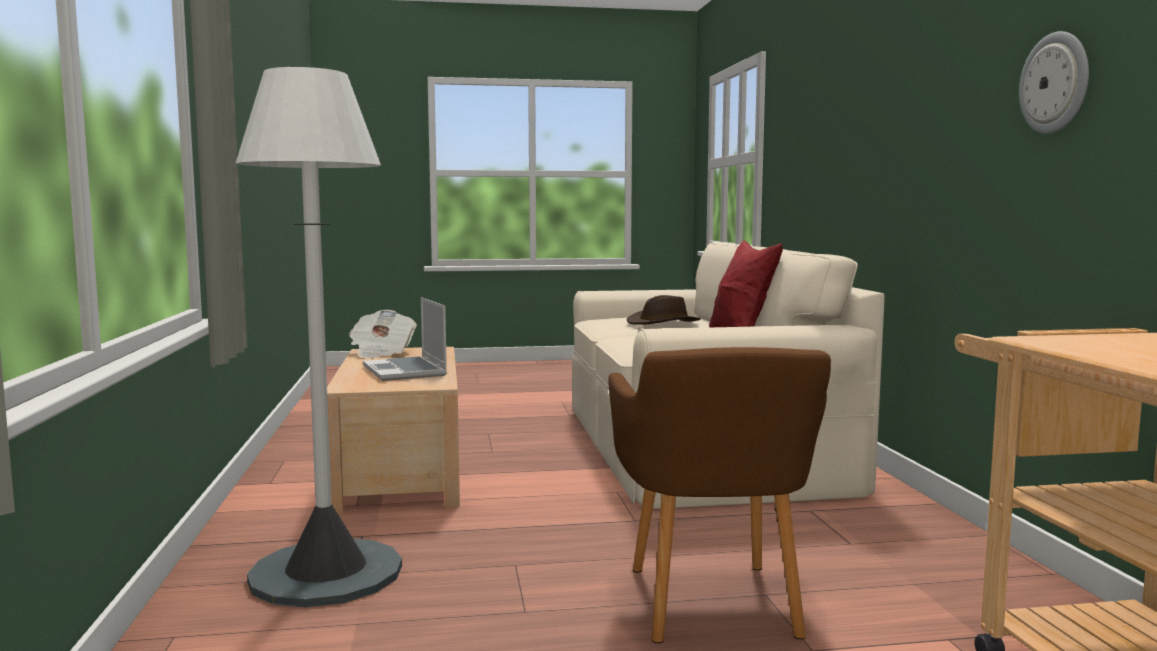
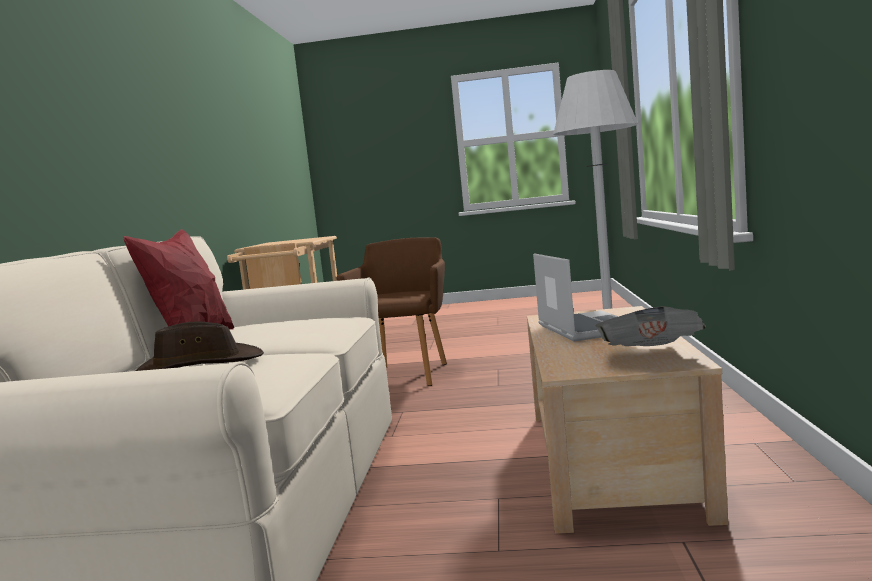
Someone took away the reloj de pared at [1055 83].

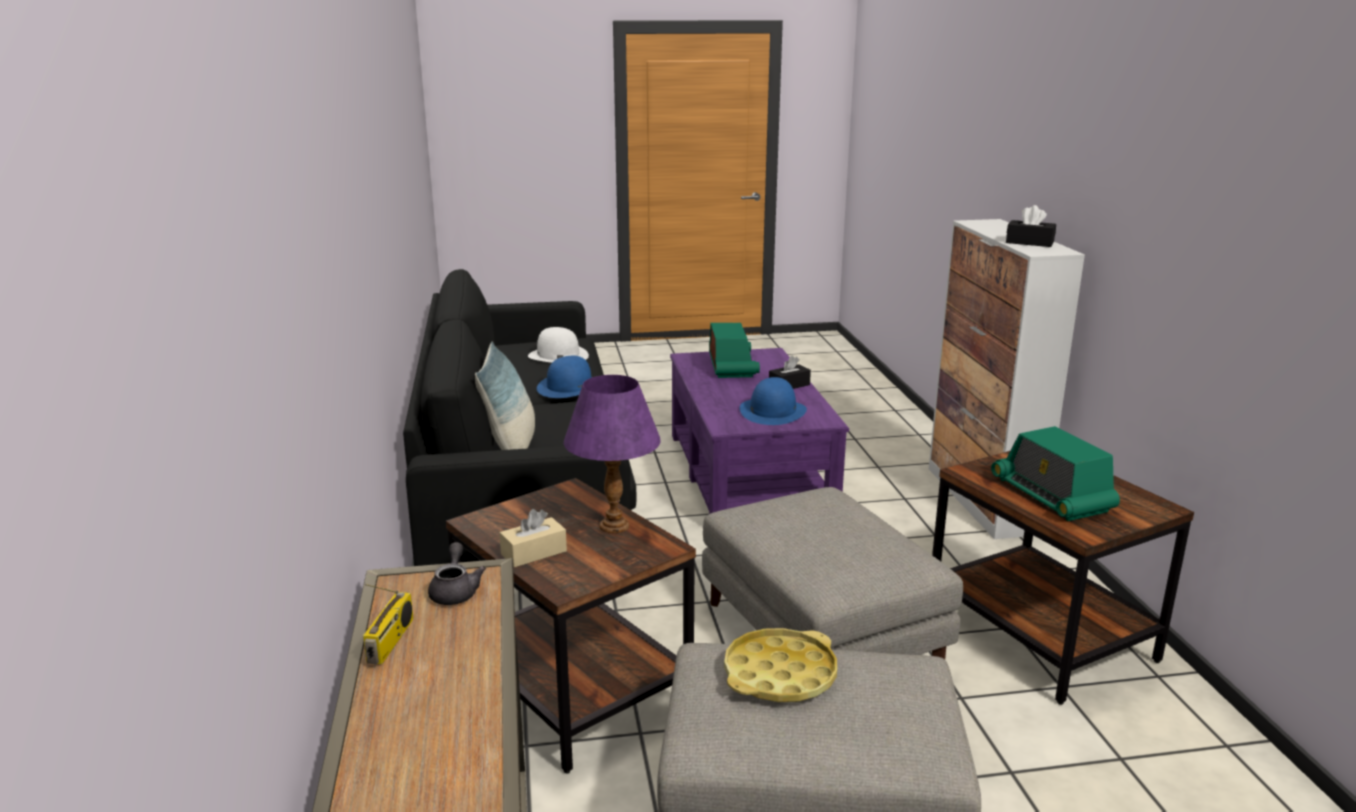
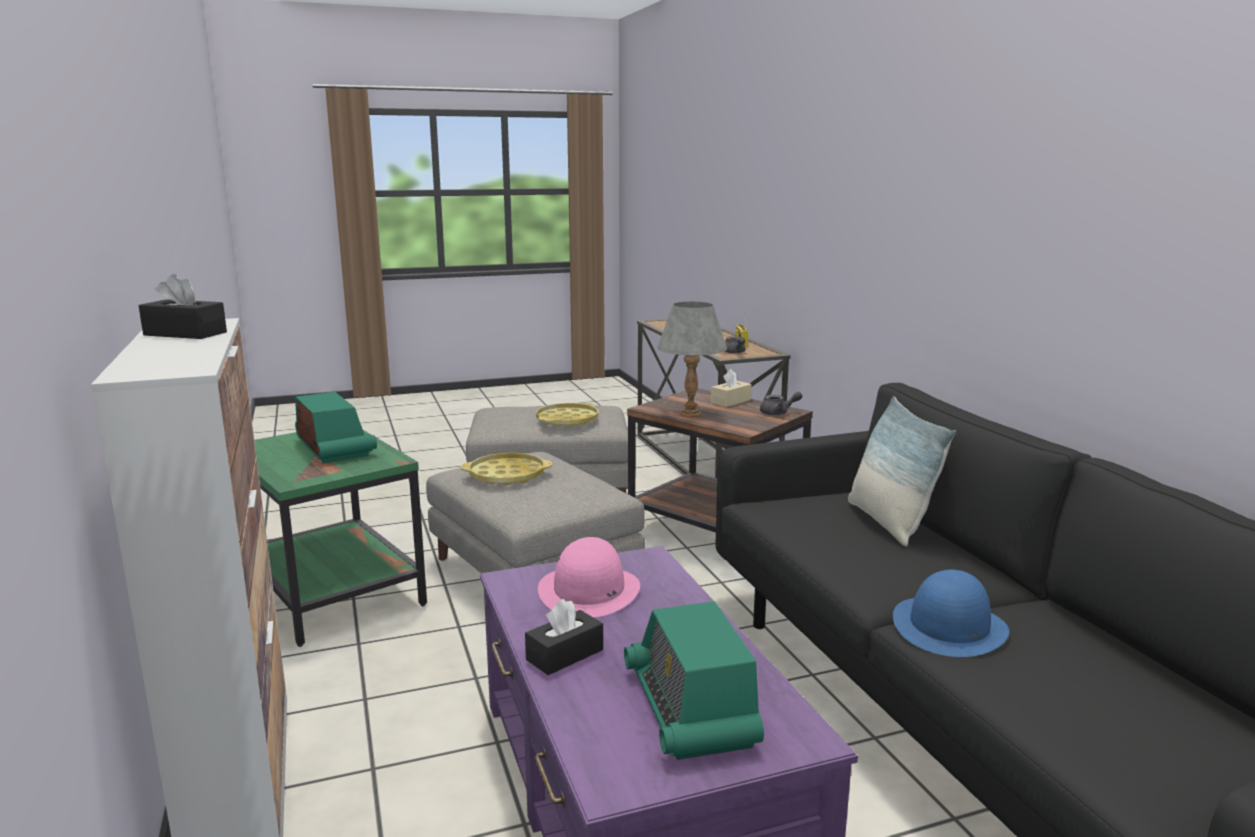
Someone took away the sombrero [blanco] at [558 356].
Someone repainted the lámpara de mesa [morado] at [615 526], which became the lámpara de mesa [gris] at [690 414].
Someone repainted the sombrero [azul] at [772 411], which became the sombrero [rosa] at [589 590].
Someone repainted the mesa auxiliar [marrón] at [1041 635], which became the mesa auxiliar [verde] at [331 594].
Someone put down the bandeja [amarillo] at [507 475].
Someone put down the tetera [gris] at [778 413].

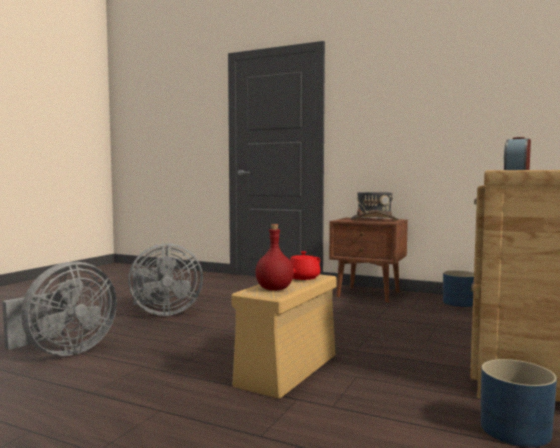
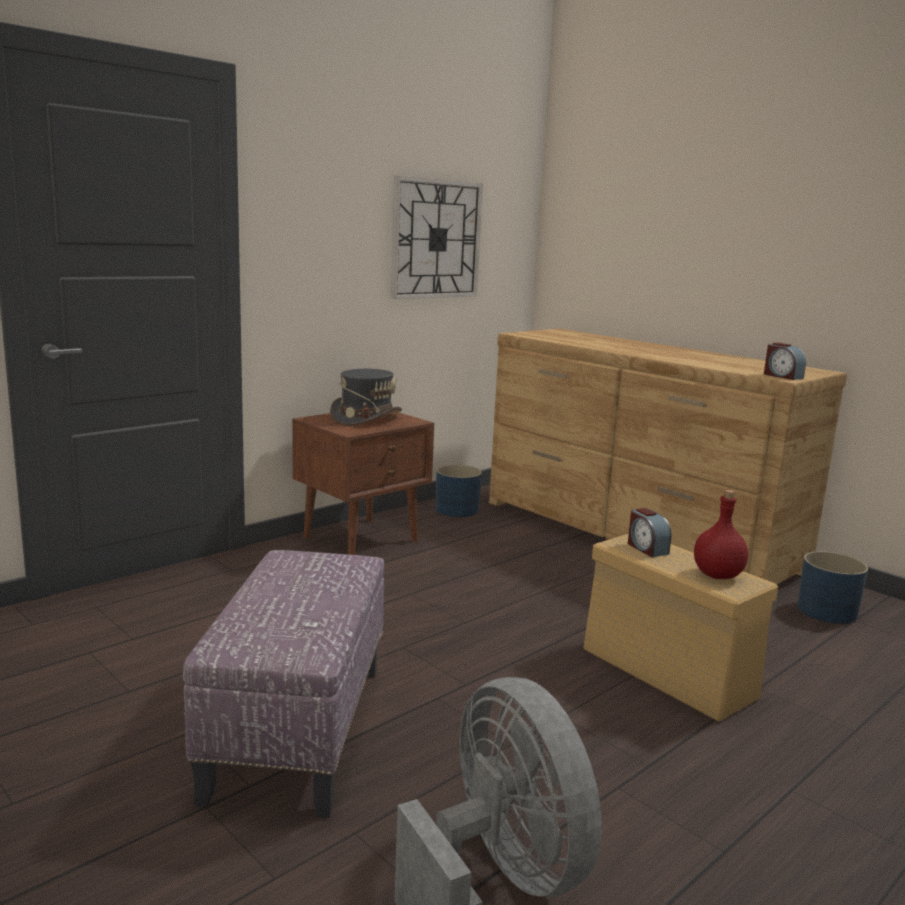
Someone swapped the ventilador [gris] at [163 313] for the puf at [296 728].
Someone swapped the tetera [rojo] at [302 278] for the despertador at [646 548].
Someone put up the reloj de pared at [436 239].

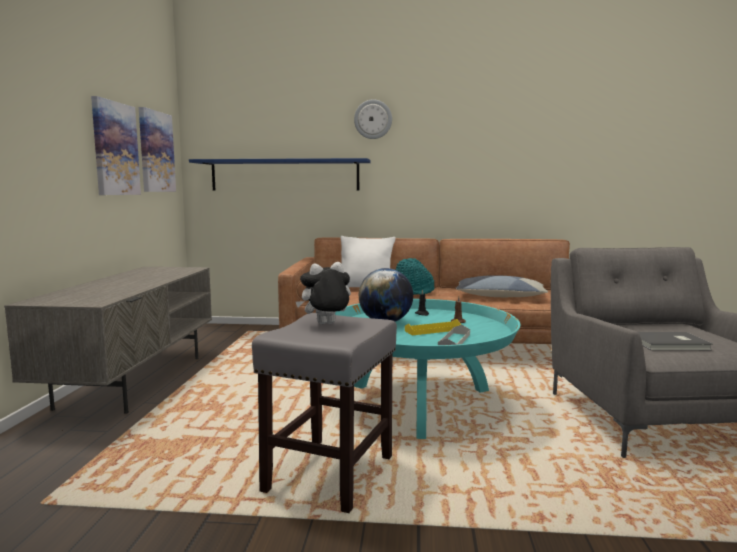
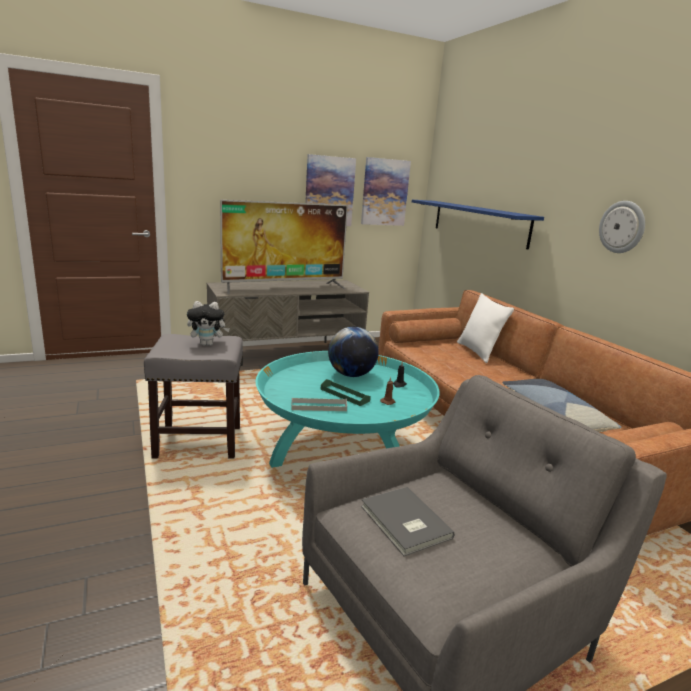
Someone rotated the peluche at [325 324] by 135 degrees clockwise.
Someone carried the reloj de pared from [373 119] to [622 227].
Someone took away the sombrero [turquesa] at [413 292].
Someone repainted the bandeja [amarillo] at [433 330], which became the bandeja [verde] at [344 395].
Someone put down the televisor at [284 287].

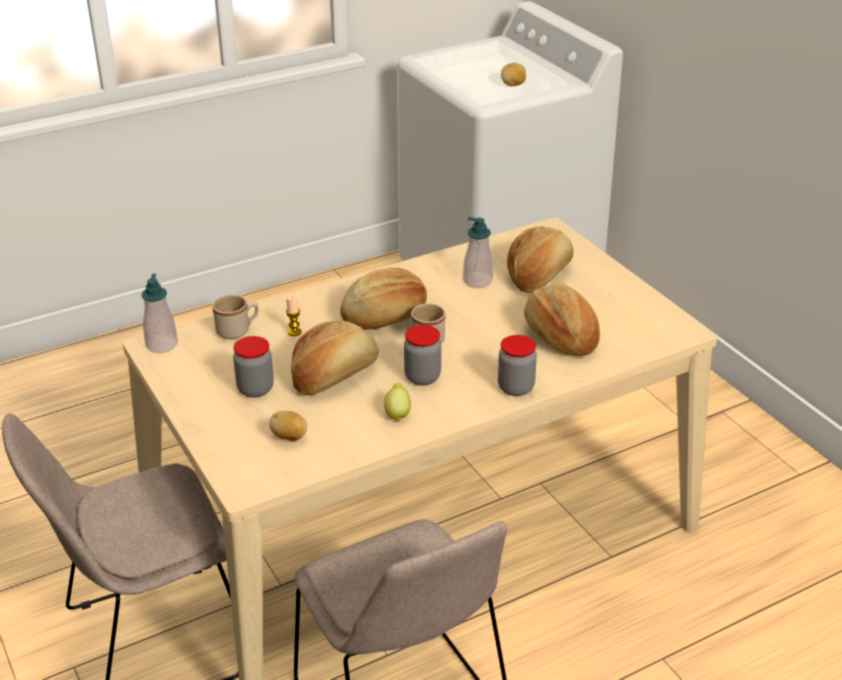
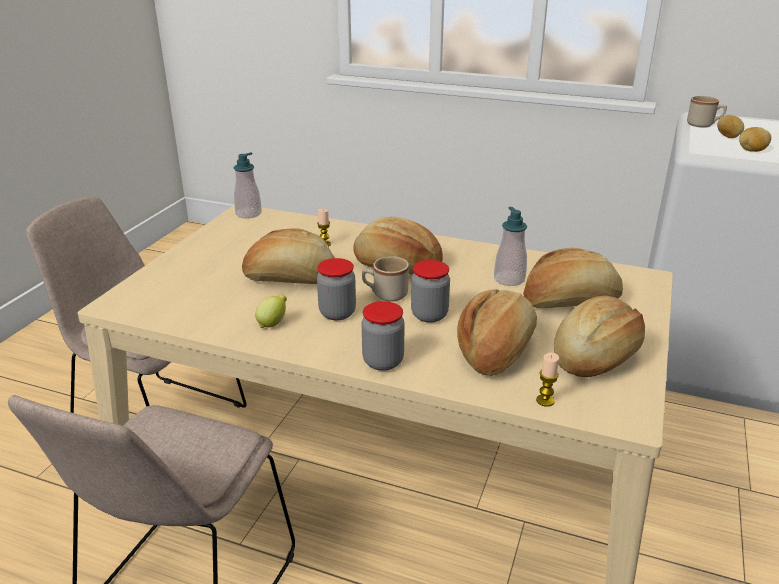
Someone carried the taza grande [beis] from [238 330] to [703 125].
Someone carried the tarro from [255 389] to [429 315].
Someone carried the patata from [289 437] to [728 137].
Someone put down the vela at [545 400].
Someone put down the pan at [595 355].

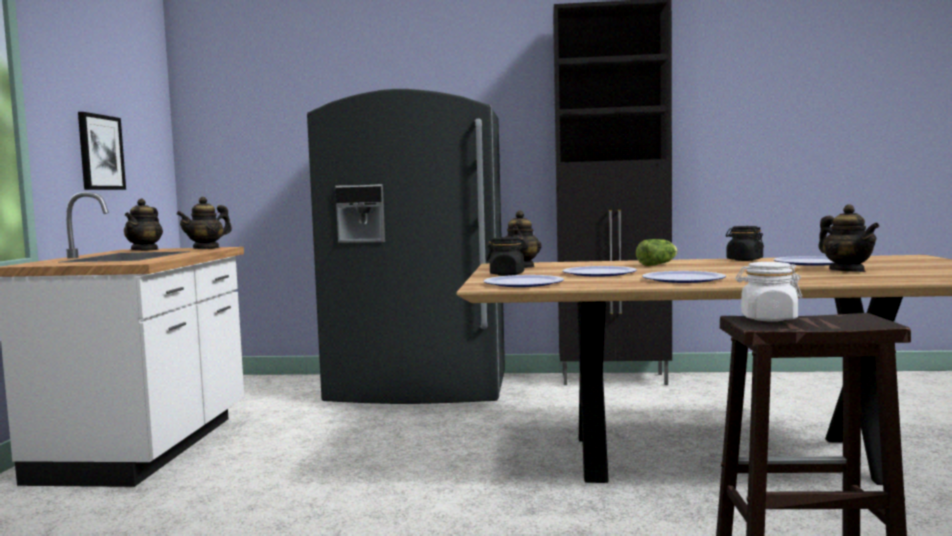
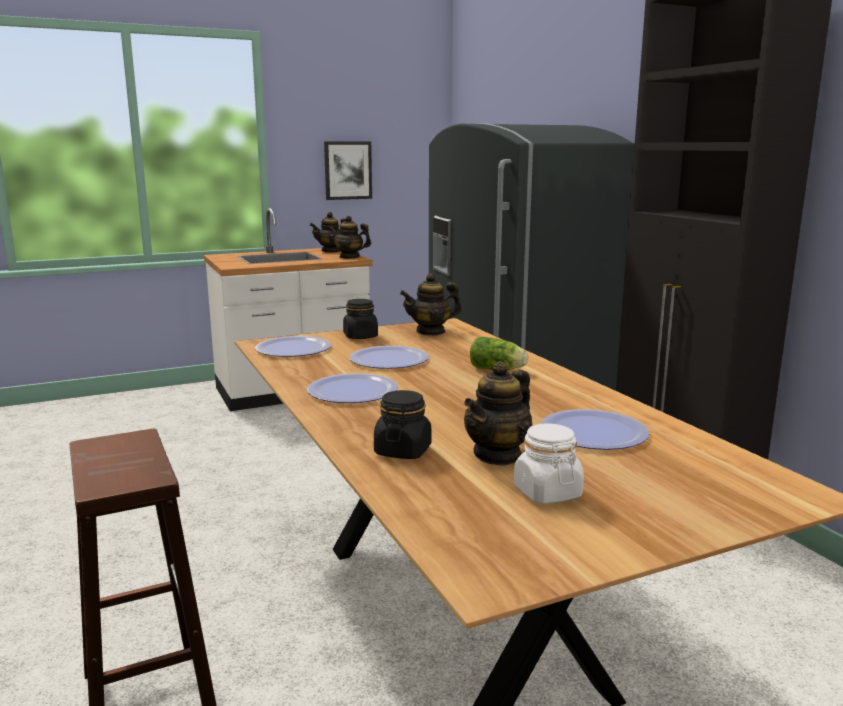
Someone carried the tarro [negro] from [744 260] to [403 451].
Someone carried the tarro [blanco] from [768 319] to [547 492].

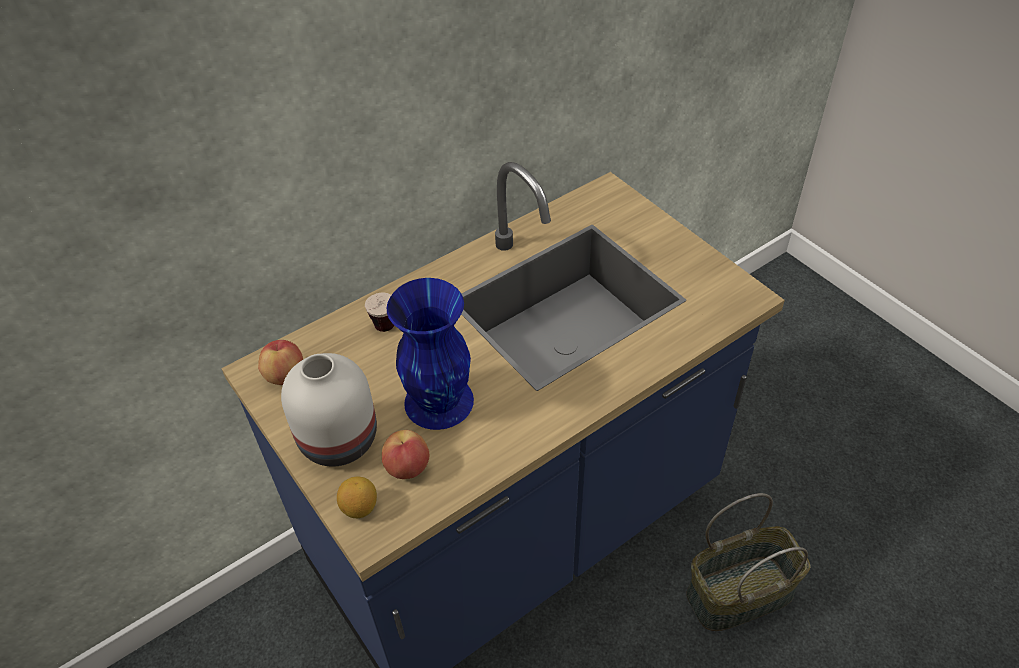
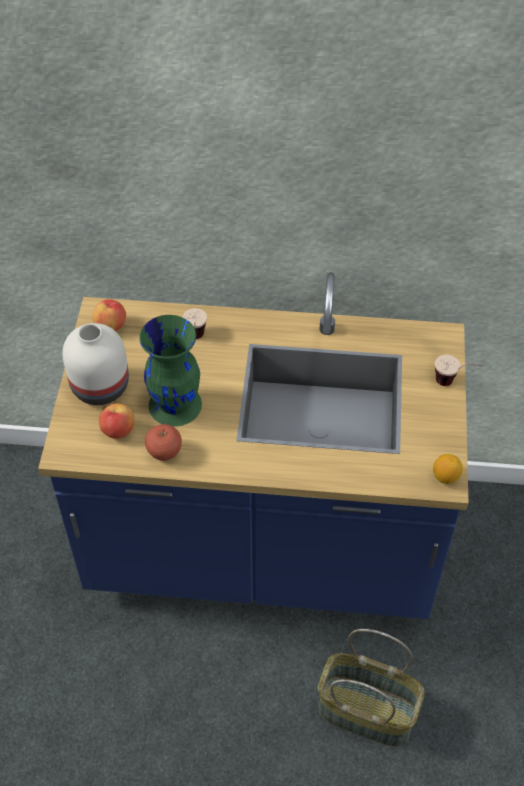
Someone carried the limón from [360 507] to [445 476].
Someone repainted the florero [azul] at [439 400], which became the florero [verde] at [176 404].
Someone put down the manzana at [164 452].
Someone put down the taza at [453 383].

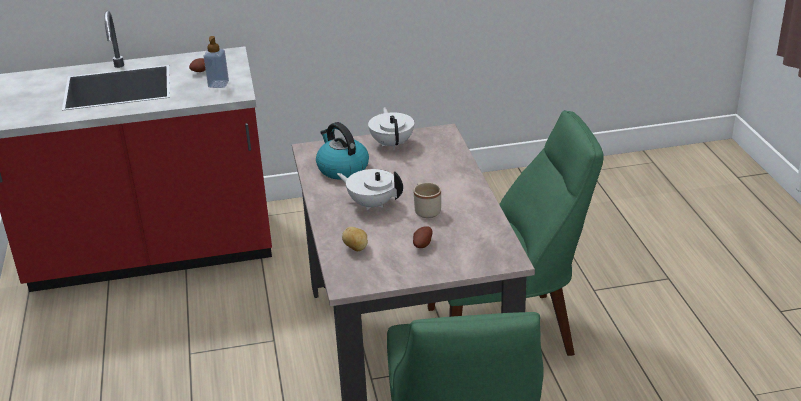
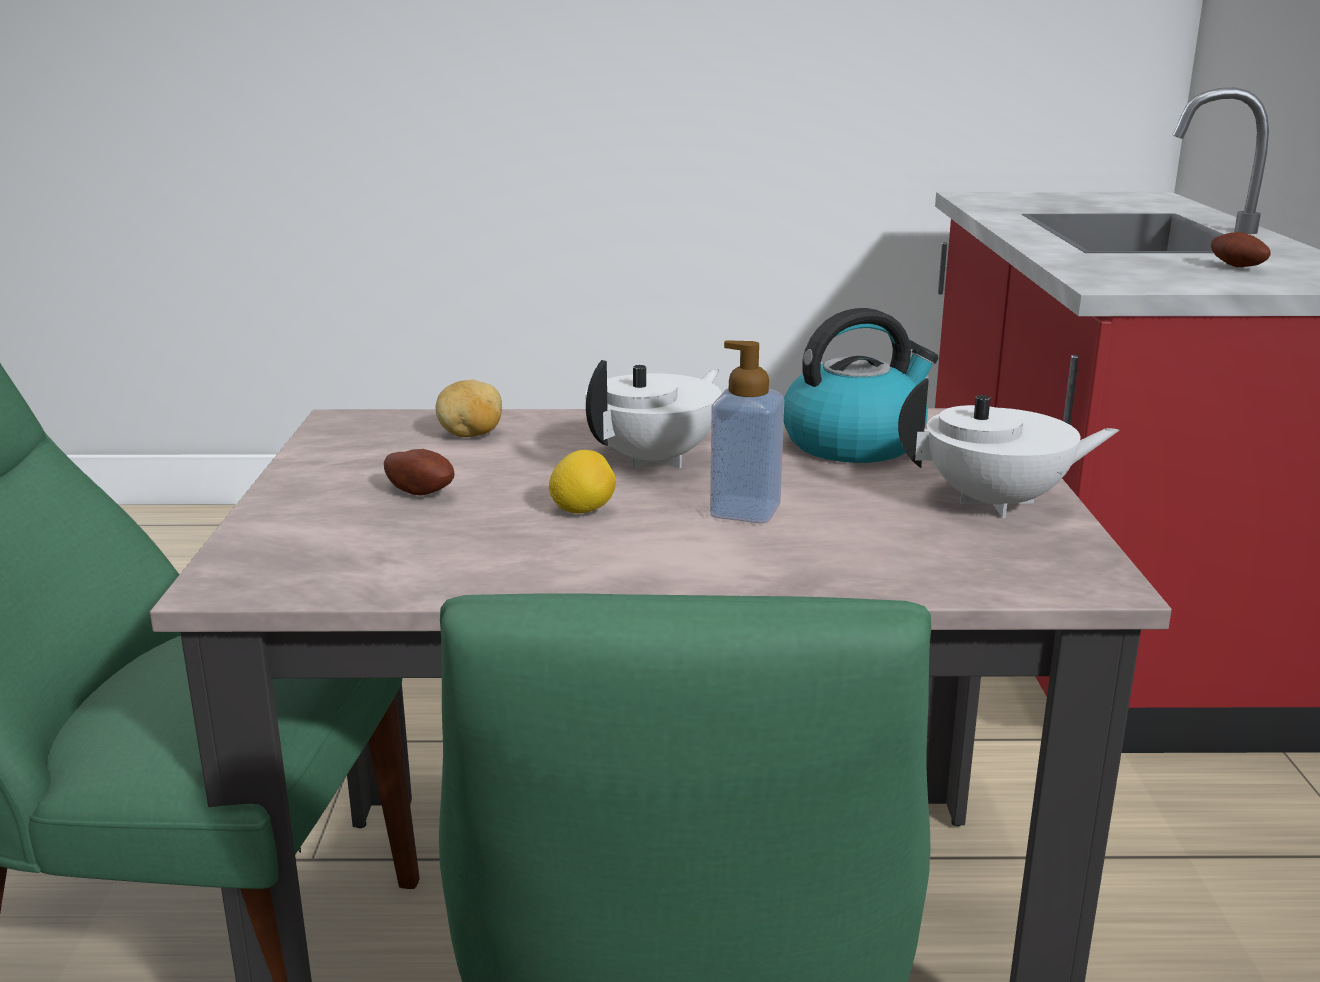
Someone carried the dispensador de jabón from [218 84] to [745 511].
Someone swapped the taza grande [beis] at [426 210] for the limón at [582 510].

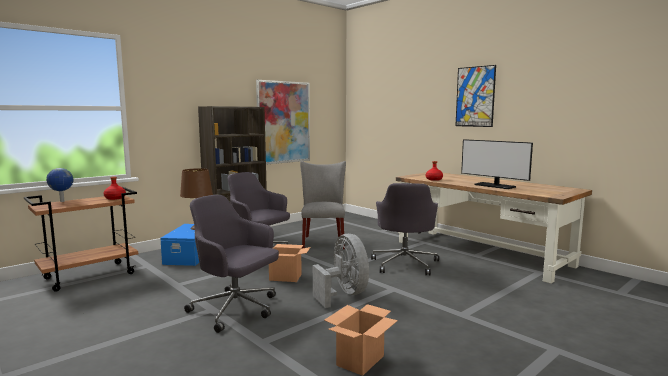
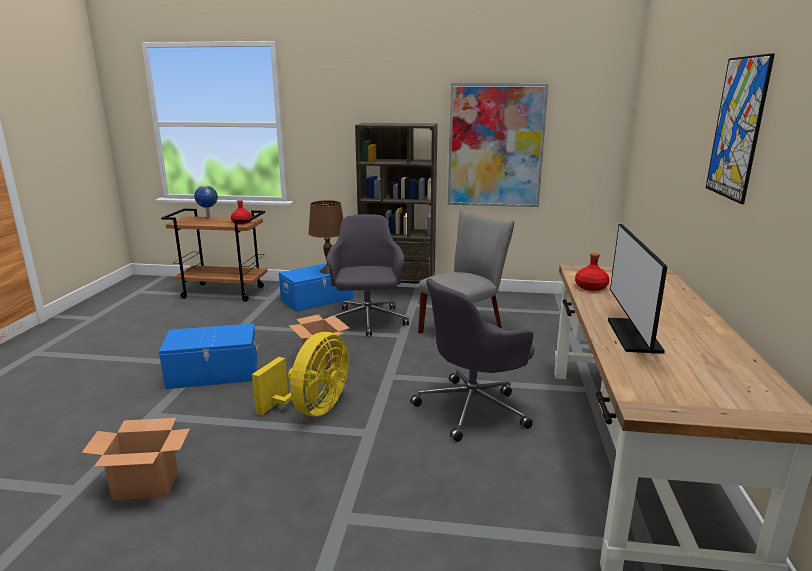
Someone swapped the silla de oficina [gris] at [236 309] for the caja de almacenaje [azul] at [214 373].
Someone repainted the ventilador [gris] at [343 294], which became the ventilador [amarillo] at [312 409].

